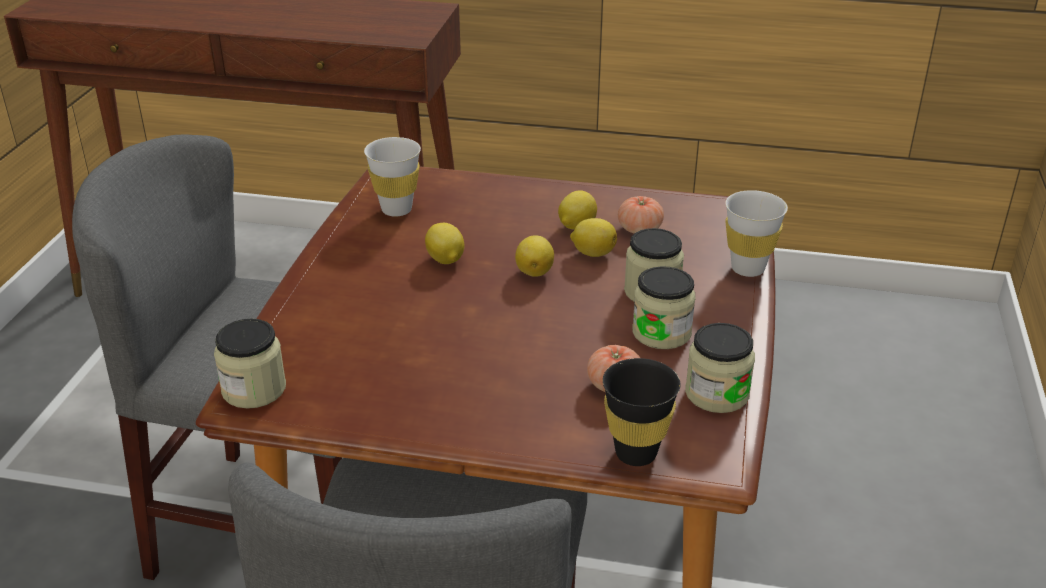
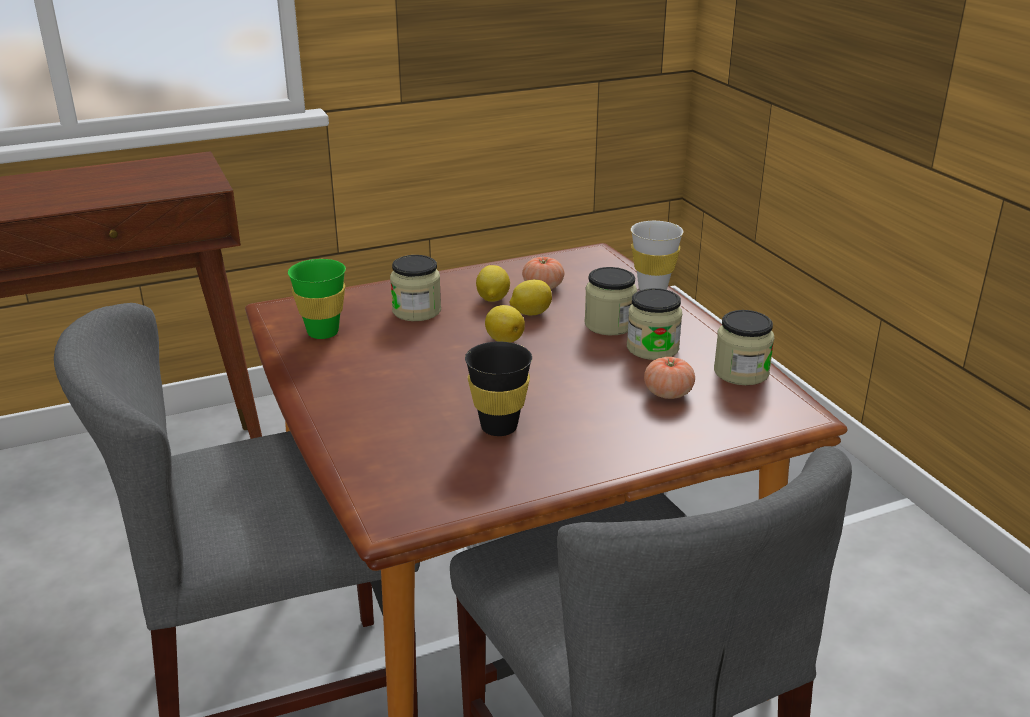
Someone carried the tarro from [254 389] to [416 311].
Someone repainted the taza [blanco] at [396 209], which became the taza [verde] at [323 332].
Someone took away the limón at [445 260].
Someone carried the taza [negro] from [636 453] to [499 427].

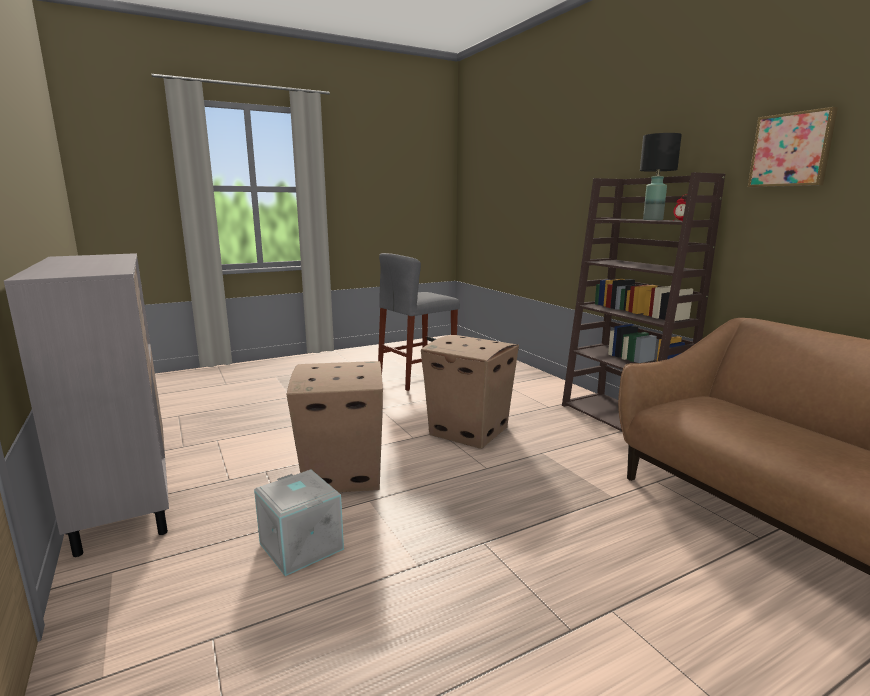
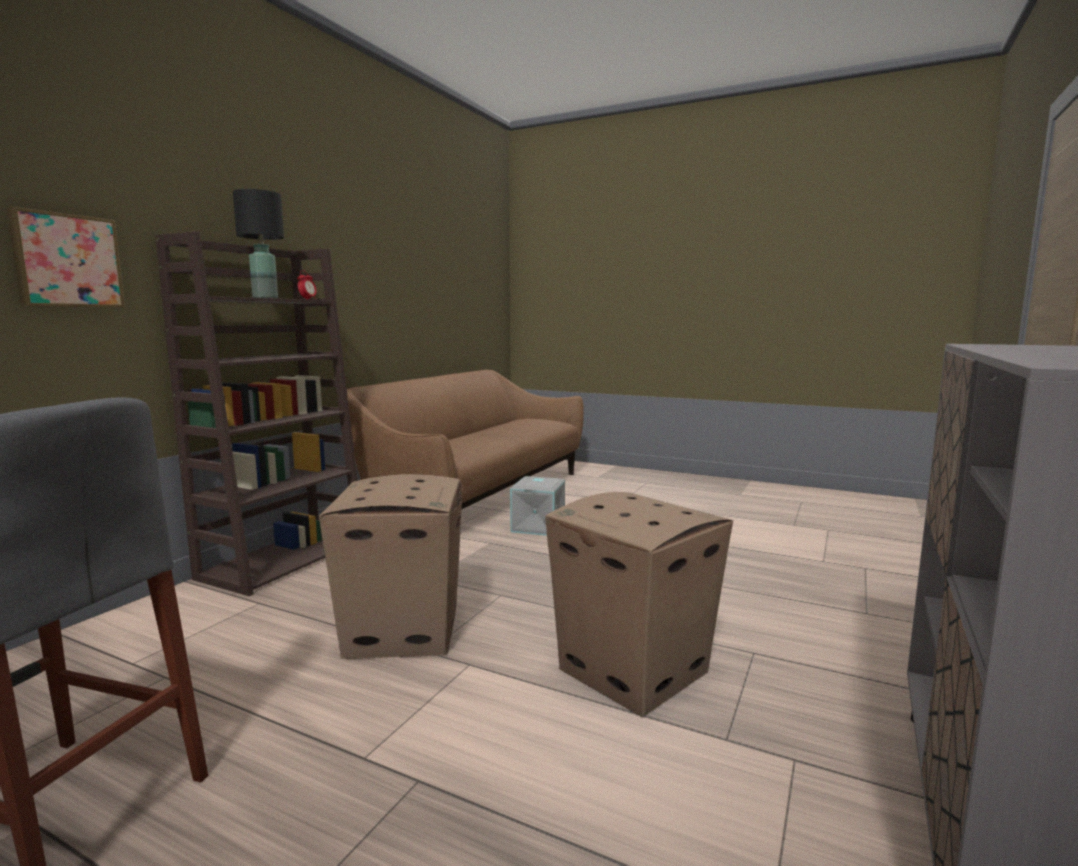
Someone carried the caja de almacenaje [gris] from [299 546] to [539 527].
Someone carried the cuadro from [792 150] to [67 261].

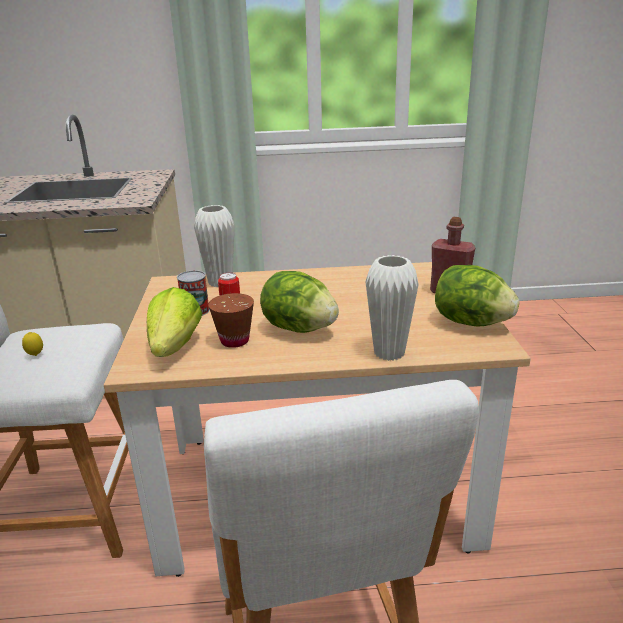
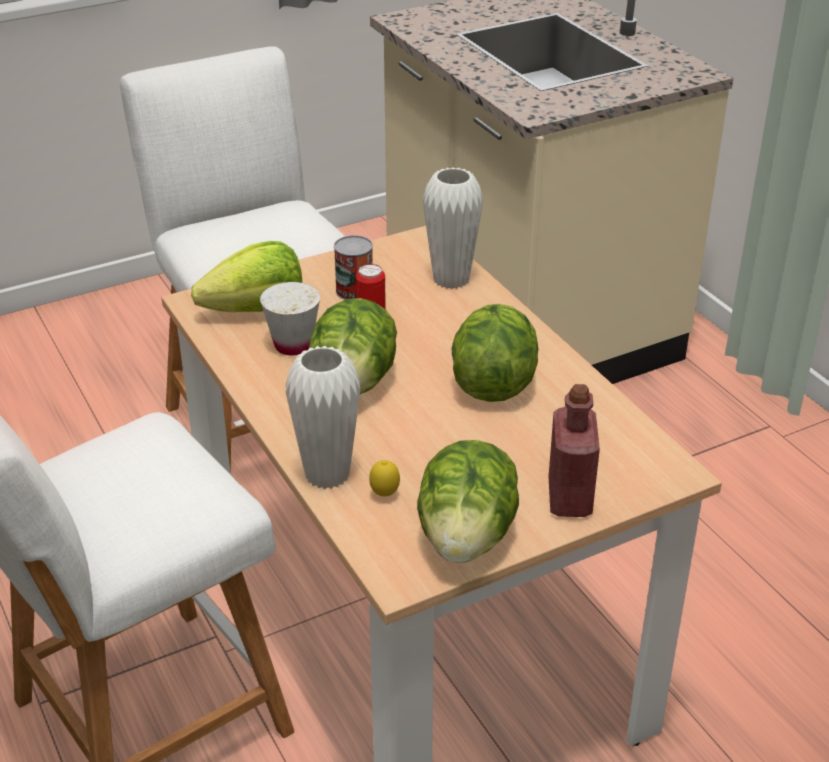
Someone carried the limón from [35 355] to [384 495].
Someone repainted the taza [marrón] at [234 341], which became the taza [blanco] at [293 345].
Someone put down the lechuga at [493 383].

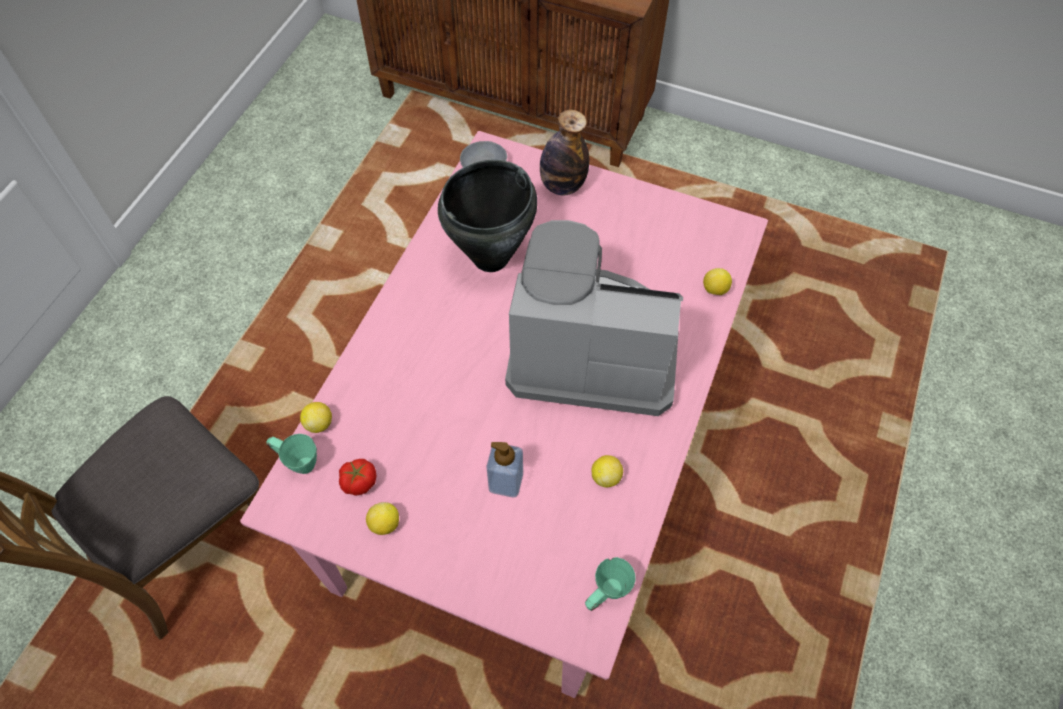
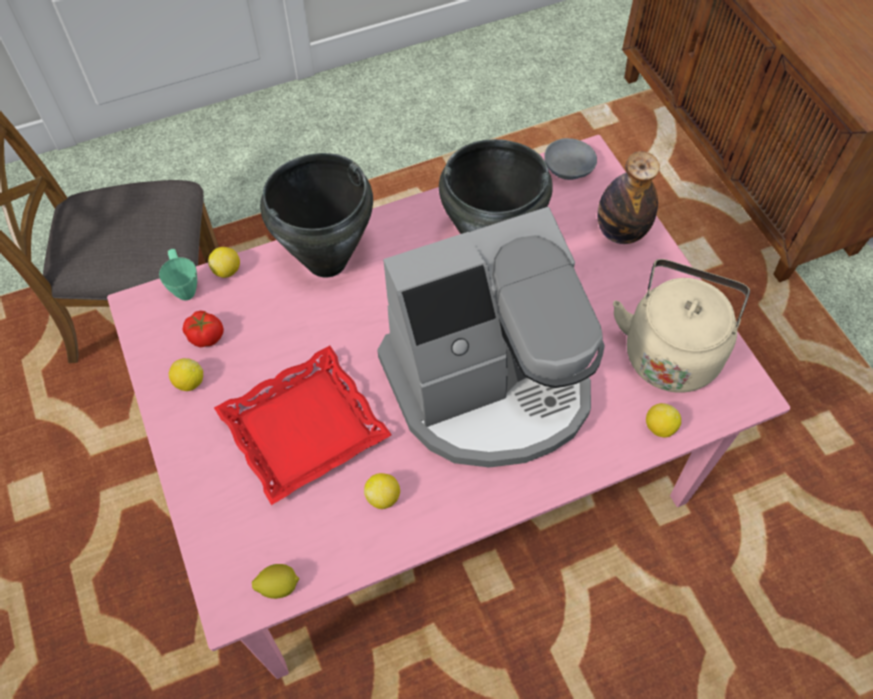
Someone swapped the dispensador de jabón at [506 482] for the bandeja [rojo] at [304 430].
Someone rotated the cafetera at [591 348] by 105 degrees clockwise.
Someone swapped the taza grande [verde] at [605 594] for the limón at [278 585].
Someone put down the olla [negro] at [325 261].
Someone put down the hervidor [beis] at [671 350].

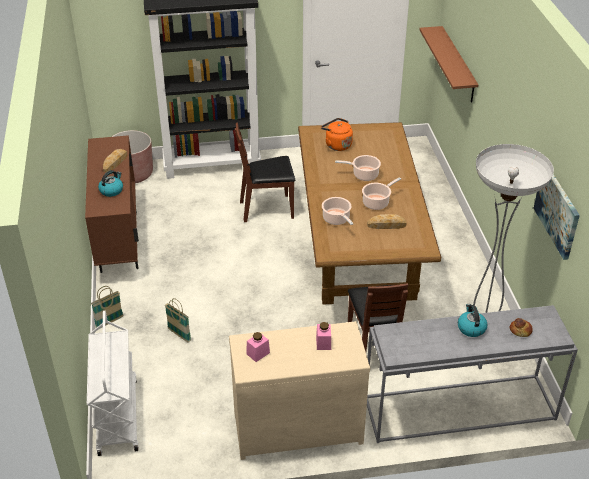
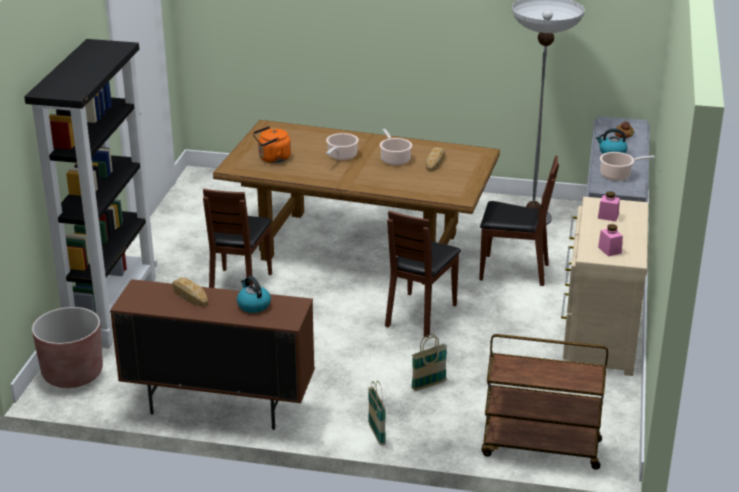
Someone repainted the carrito [blanco] at [117 415], which became the carrito [marrón] at [540 448].
Someone carried the olla from [337 219] to [617 175].
Someone took away the estante [marrón] at [458 65].
Someone took away the cuadro at [557 211].
Someone put down the silla [marrón] at [420 314].

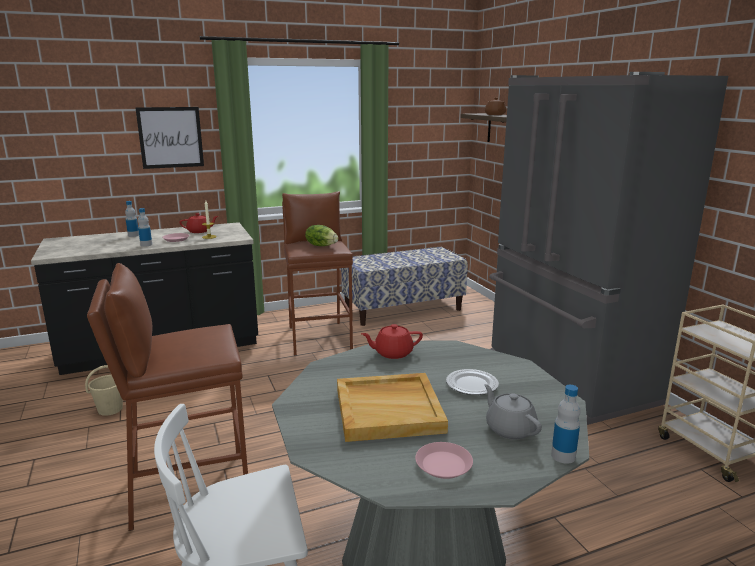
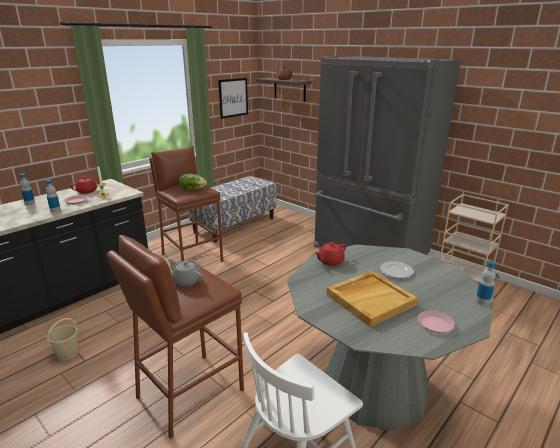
Someone carried the cuadro from [170 137] to [233 97].
Someone carried the tetera [gris] from [510 429] to [186 281].

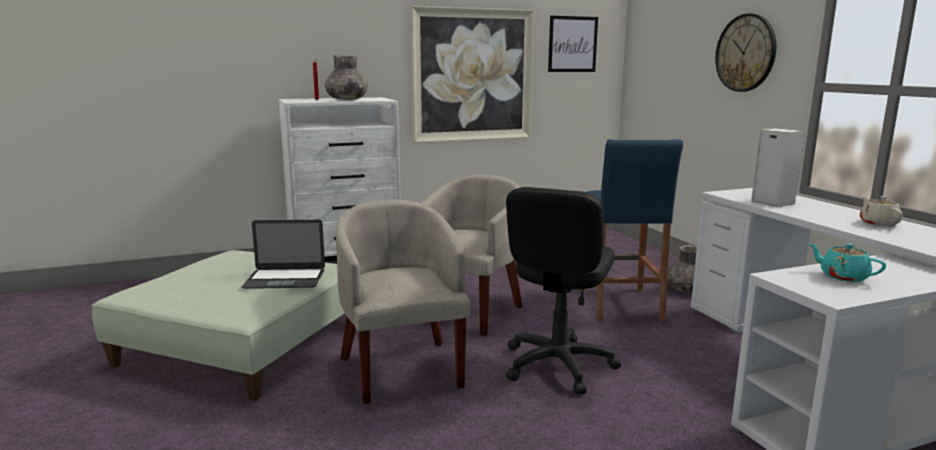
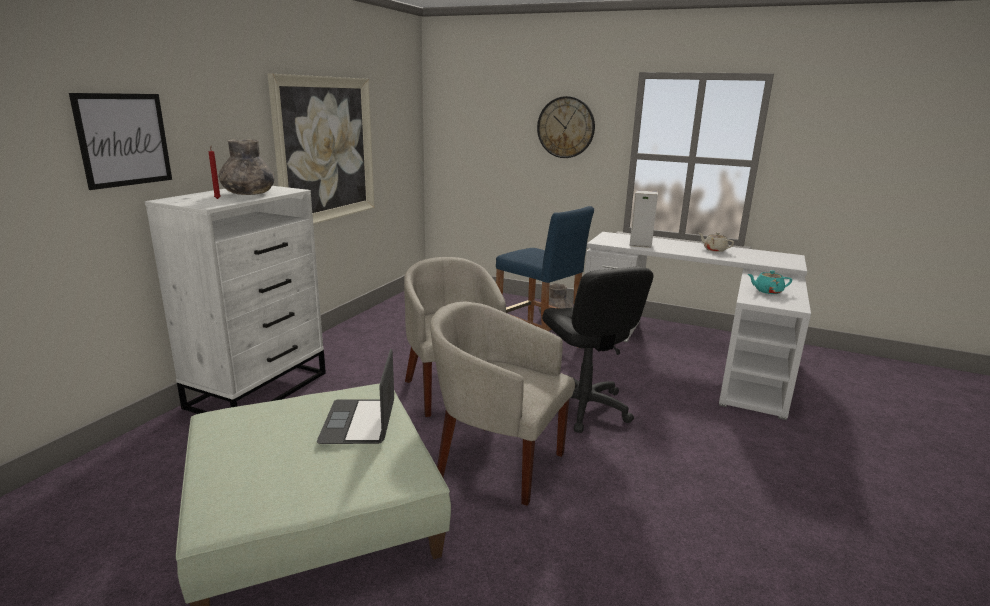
Someone rotated the portátil at [285 279] by 135 degrees clockwise.
Someone carried the cuadro from [572 44] to [124 140].

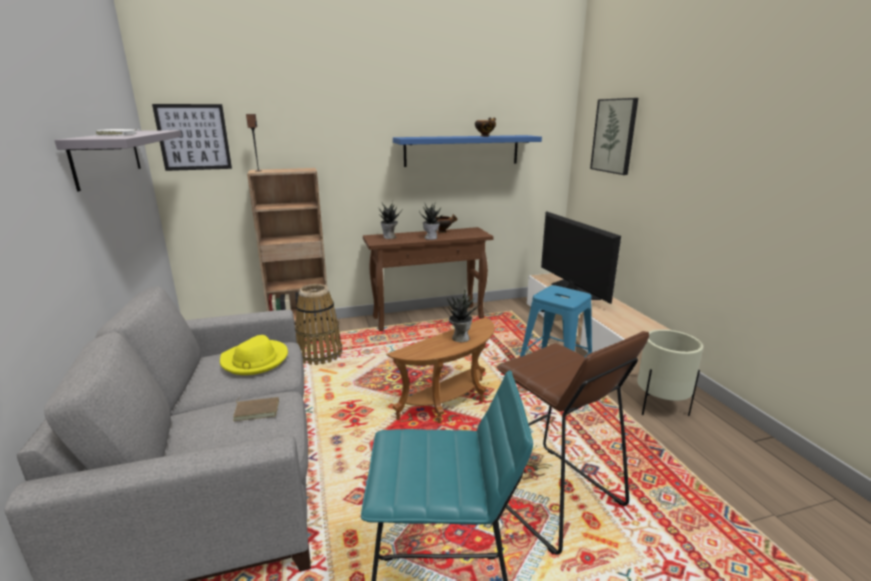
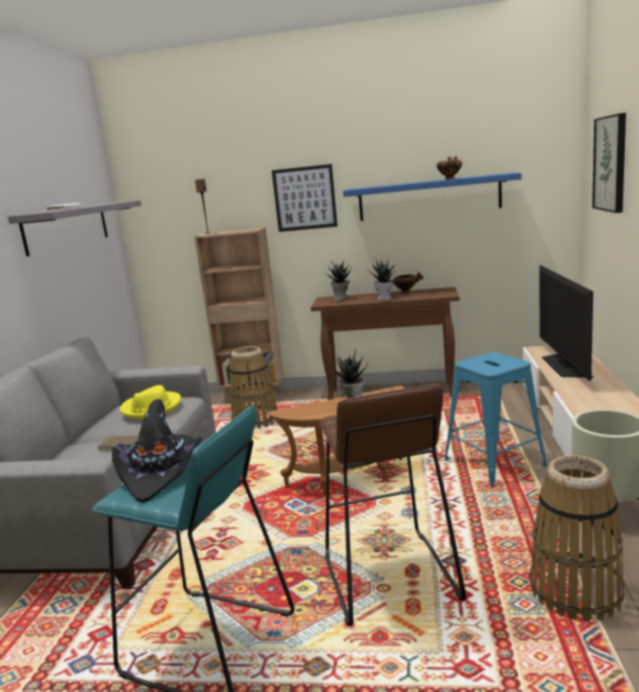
Someone carried the cuadro from [193 137] to [304 198].
Someone put down the sombrero [negro] at [160 473].
Someone put down the cesta at [575 591].

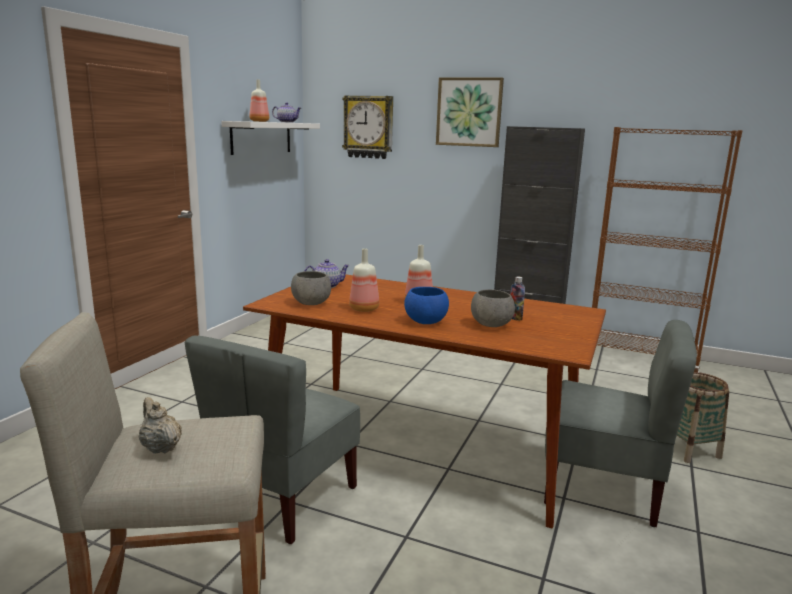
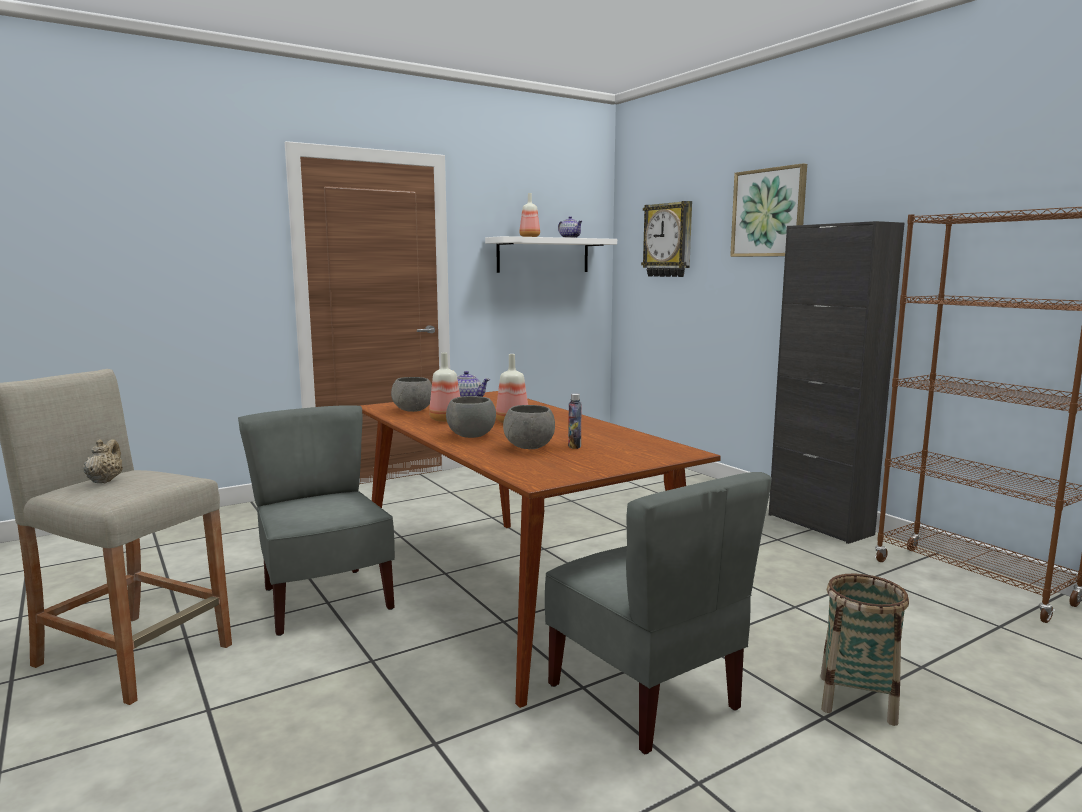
Someone rotated the silla [gris] at [283 500] by 90 degrees clockwise.
Someone repainted the cuenco [azul] at [426 322], which became the cuenco [gris] at [471 436].

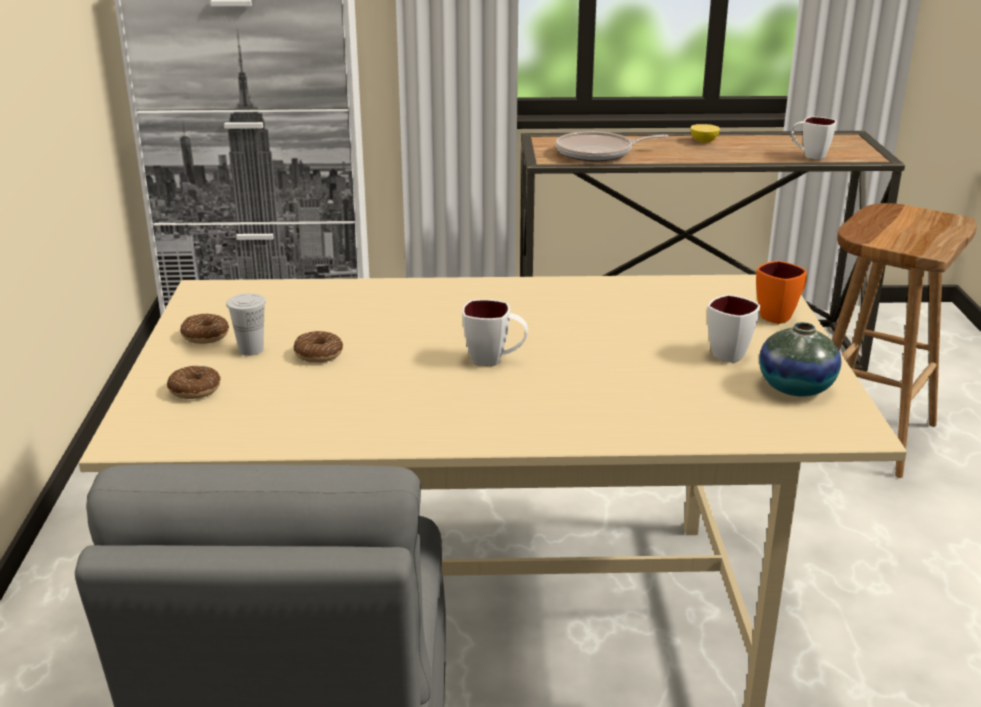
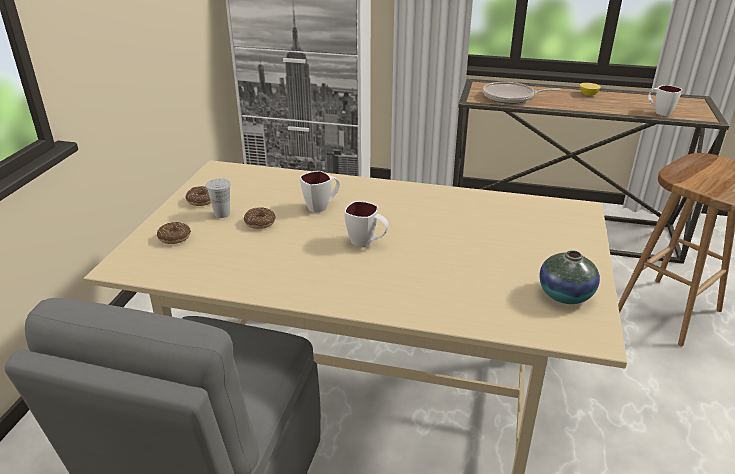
Someone carried the taza grande [blanco] from [733 352] to [321 206].
Someone took away the taza grande [naranja] at [780 315].

